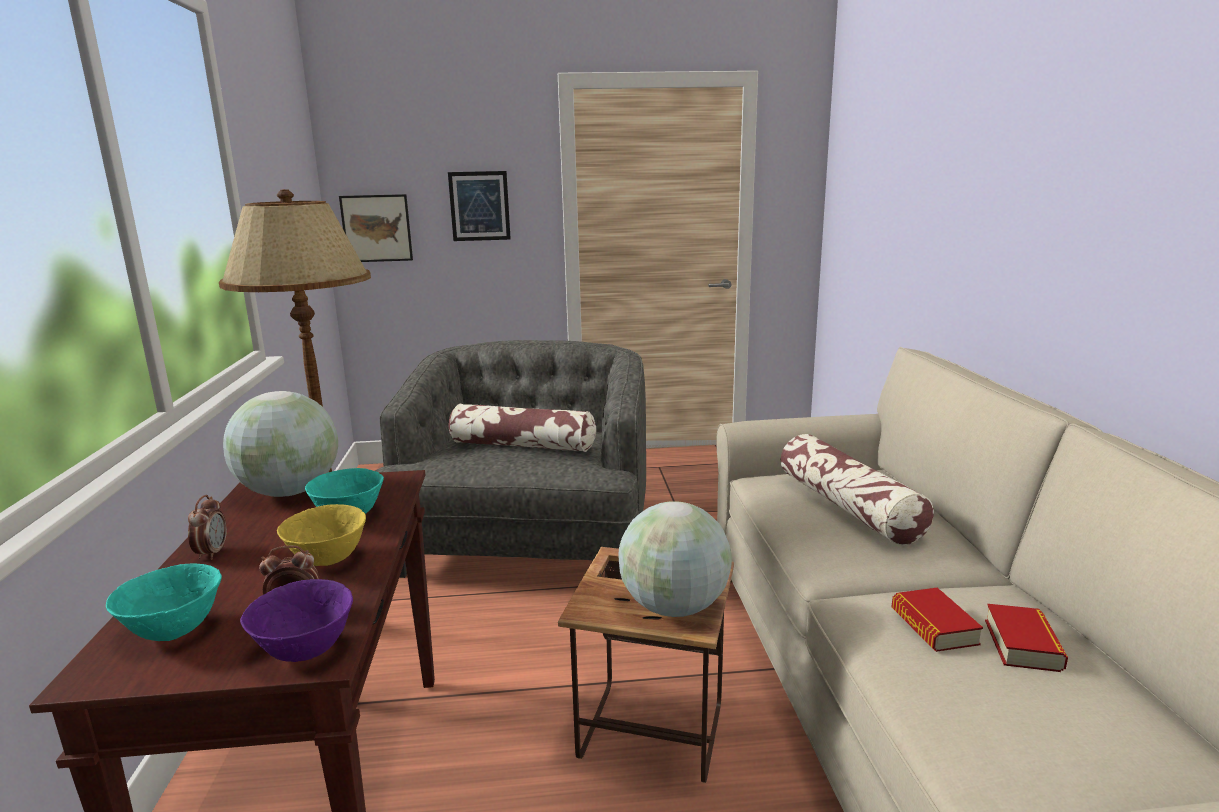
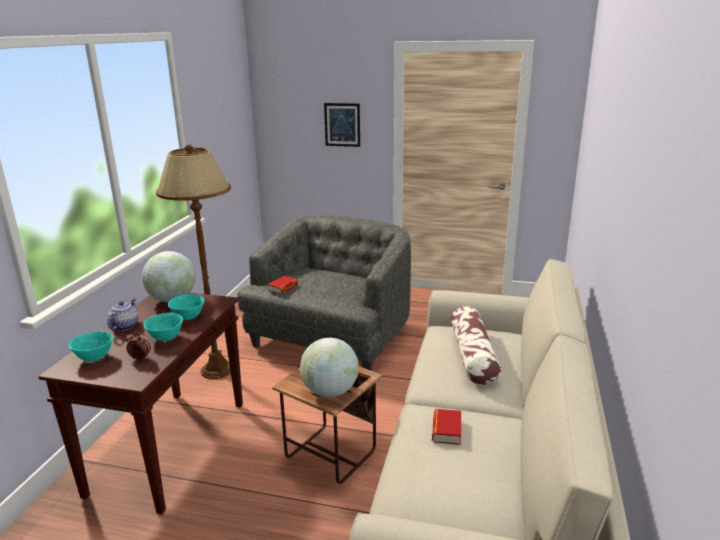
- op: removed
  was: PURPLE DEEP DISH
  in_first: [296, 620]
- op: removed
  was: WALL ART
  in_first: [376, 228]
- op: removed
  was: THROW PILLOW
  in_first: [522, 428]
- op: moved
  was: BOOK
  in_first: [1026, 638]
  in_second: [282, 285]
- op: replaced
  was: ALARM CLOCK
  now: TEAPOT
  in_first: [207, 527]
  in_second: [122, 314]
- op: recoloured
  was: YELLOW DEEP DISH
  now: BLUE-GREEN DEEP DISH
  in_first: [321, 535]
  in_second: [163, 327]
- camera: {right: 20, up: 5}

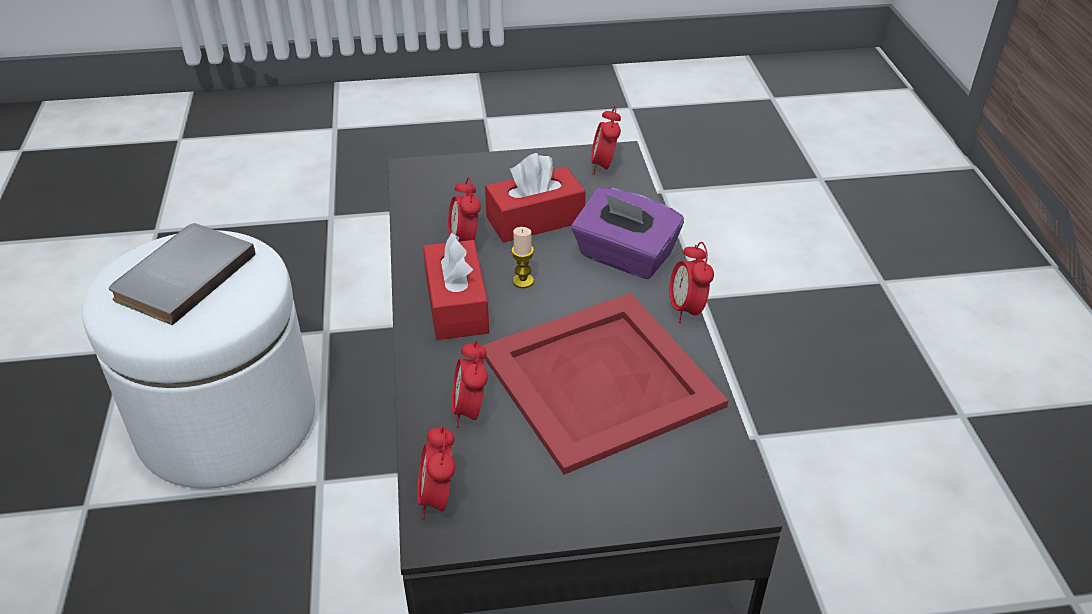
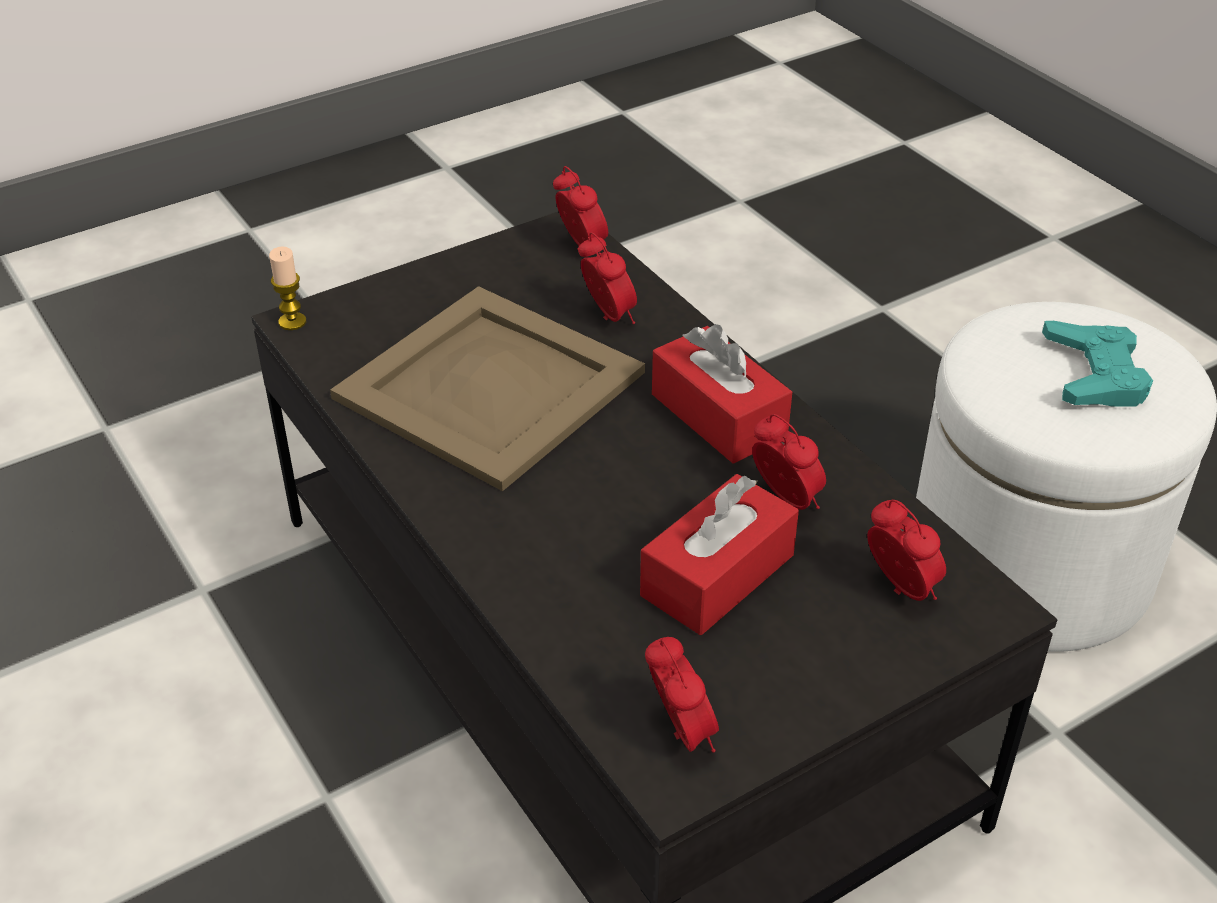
- op: removed
  was: PURPLE BOX OF TISSUES
  in_first: [627, 233]
- op: moved
  was: WAX LIGHT
  in_first: [523, 257]
  in_second: [287, 288]
- op: moved
  was: ALARM CLOCK
  in_first: [691, 282]
  in_second: [906, 550]
- op: replaced
  was: GRAY BOOK
  now: BLUE-GREEN GAME CONTROLLER
  in_first: [182, 274]
  in_second: [1097, 364]
- op: recoloured
  was: REDDISH CARRYING TRAY
  now: BEIGE CARRYING TRAY
  in_first: [604, 384]
  in_second: [487, 388]
- camera: {right: 155, up: 0}

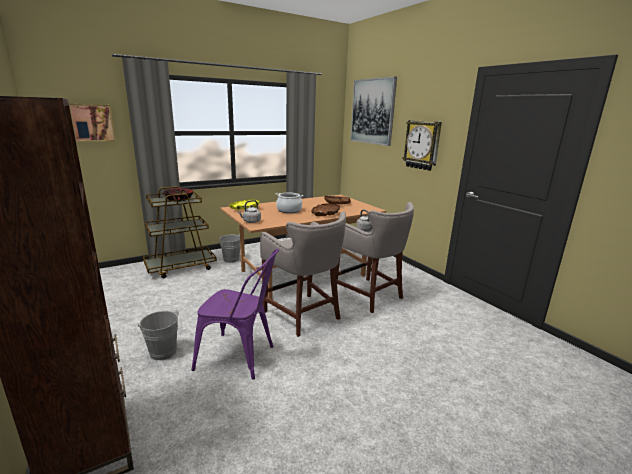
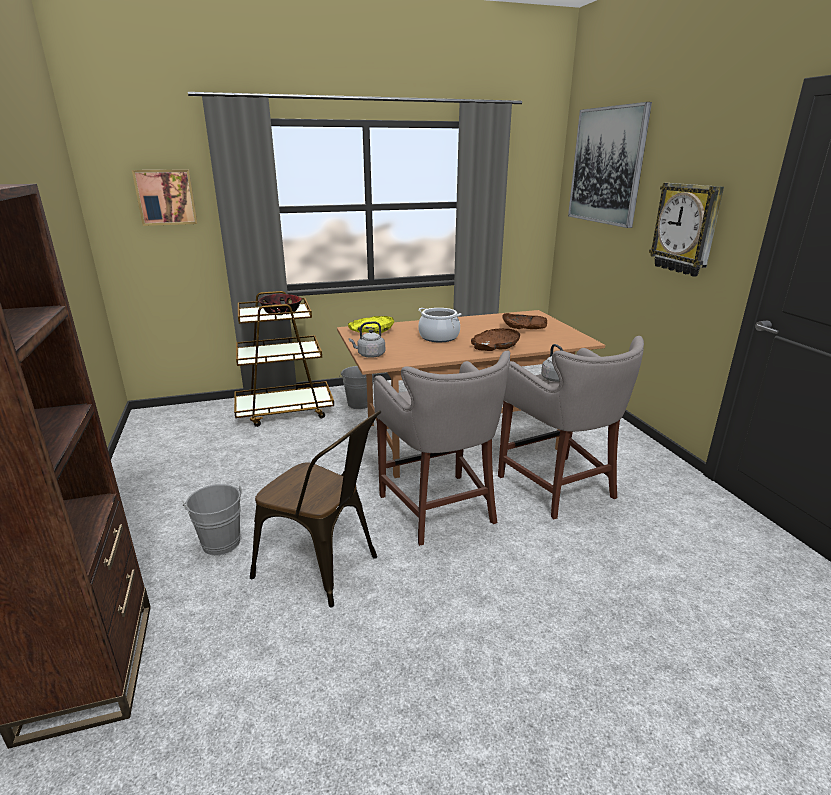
- op: recoloured
  was: PURPLE PLAIN CHAIR
  now: BROWNISH PLAIN CHAIR
  in_first: [235, 314]
  in_second: [315, 509]
- camera: {right: 15, up: 5}

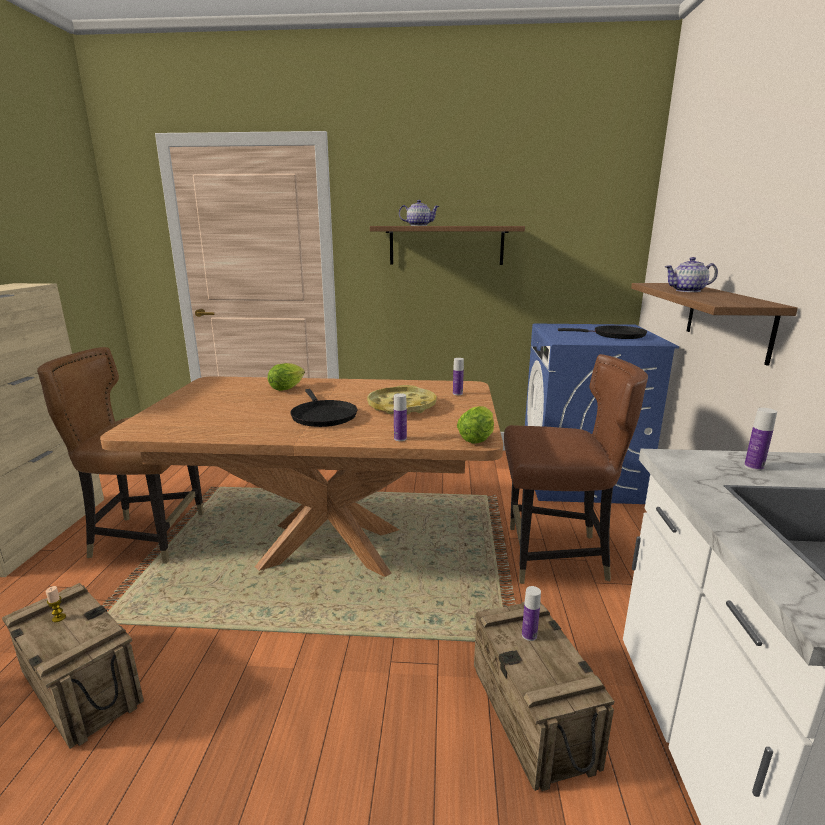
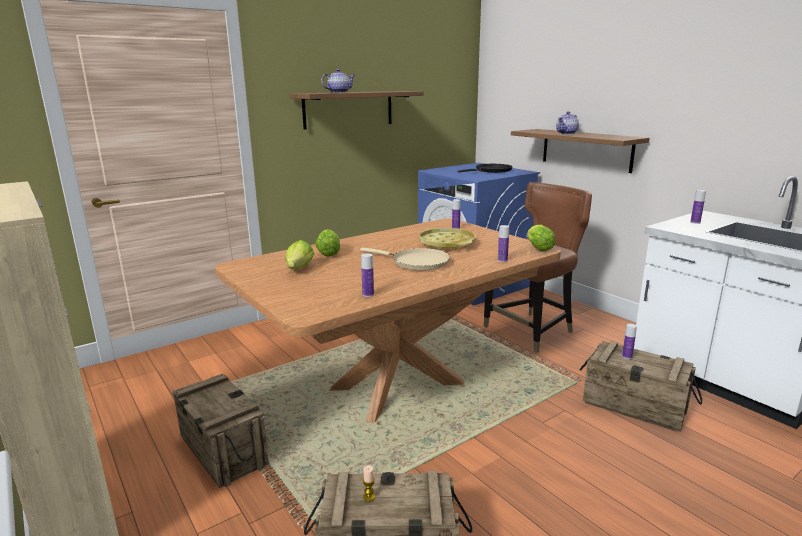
- op: added
  now: LETTUCE
  in_second: [300, 255]
- op: added
  now: DRINK BOTTLE
  in_second: [367, 275]
- op: replaced
  was: BROWNISH PLAIN CHAIR
  now: CRATE
  in_first: [120, 455]
  in_second: [220, 431]
- op: recoloured
  was: BLACK-COLOURED FRYING PAN
  now: BEIGE FRYING PAN
  in_first: [323, 408]
  in_second: [405, 259]
- camera: {right: -40, up: 0}

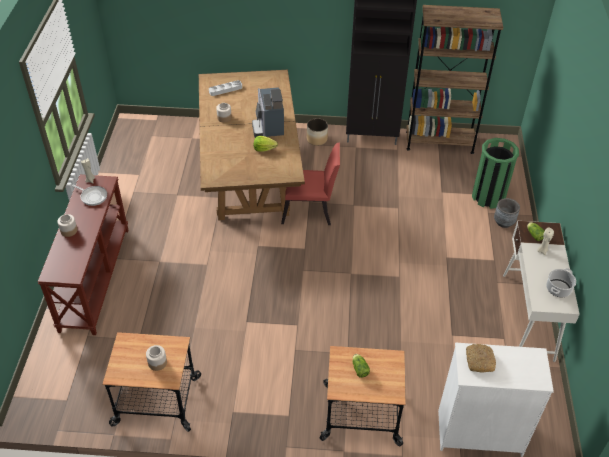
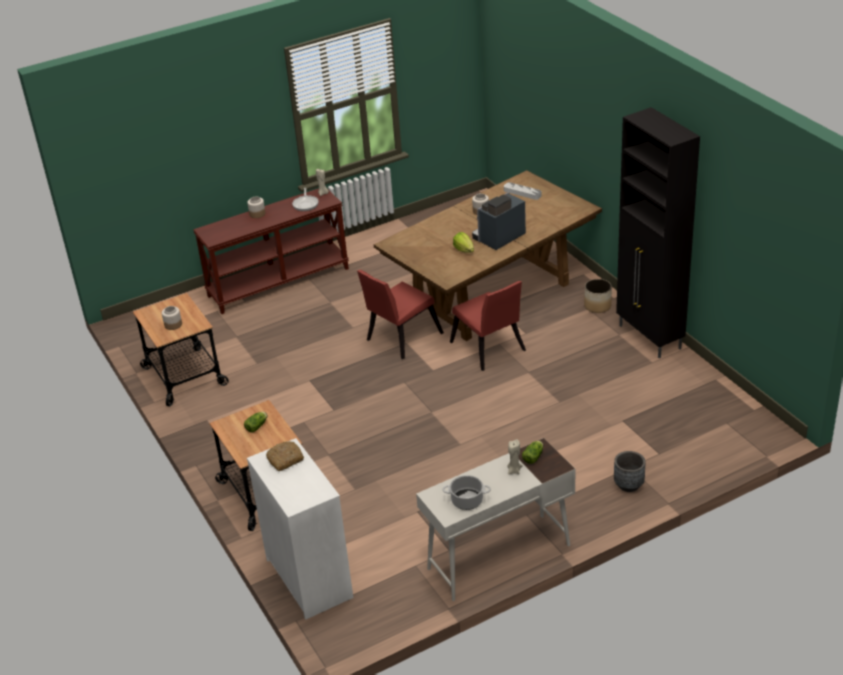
- op: removed
  was: BROWNISH SHELVING UNIT
  in_first: [454, 79]
- op: removed
  was: GREEN TRASH CAN
  in_first: [495, 173]
- op: added
  now: REDDISH PLAIN CHAIR
  in_second: [400, 314]
- camera: {right: 60, up: -10}

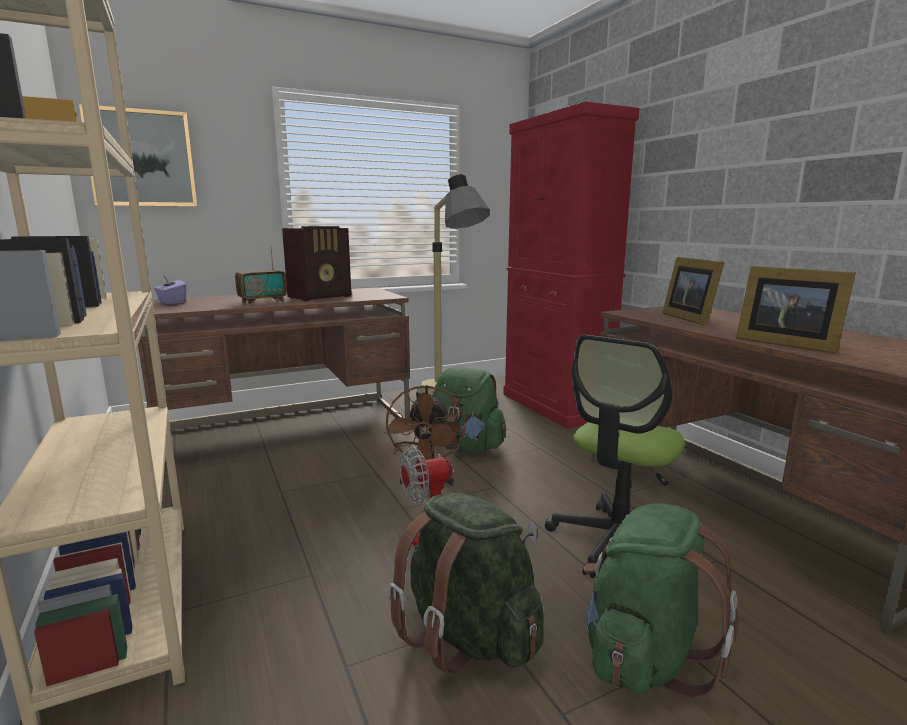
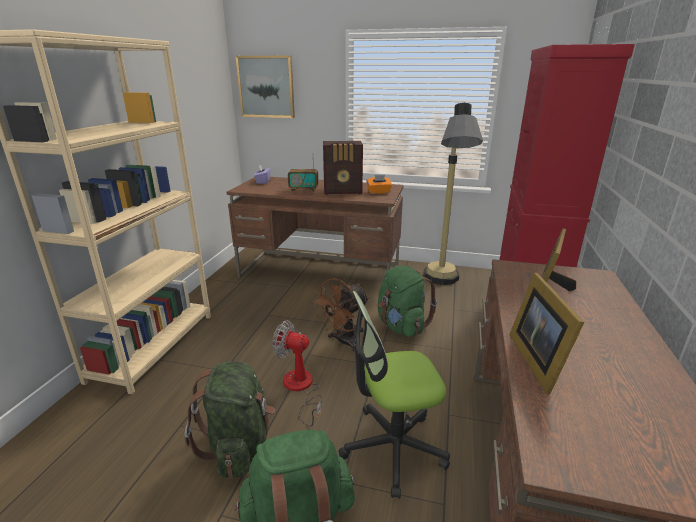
- op: added
  now: ORANGE-COLOURED BOX OF TISSUES
  in_second: [379, 184]
- camera: {right: 40, up: 10}

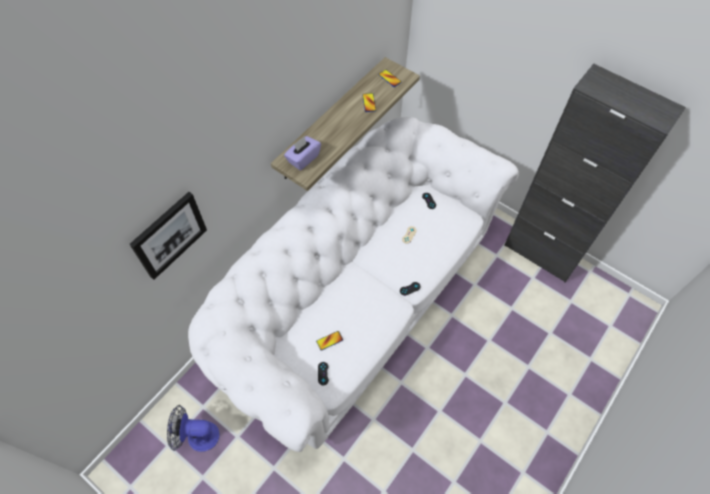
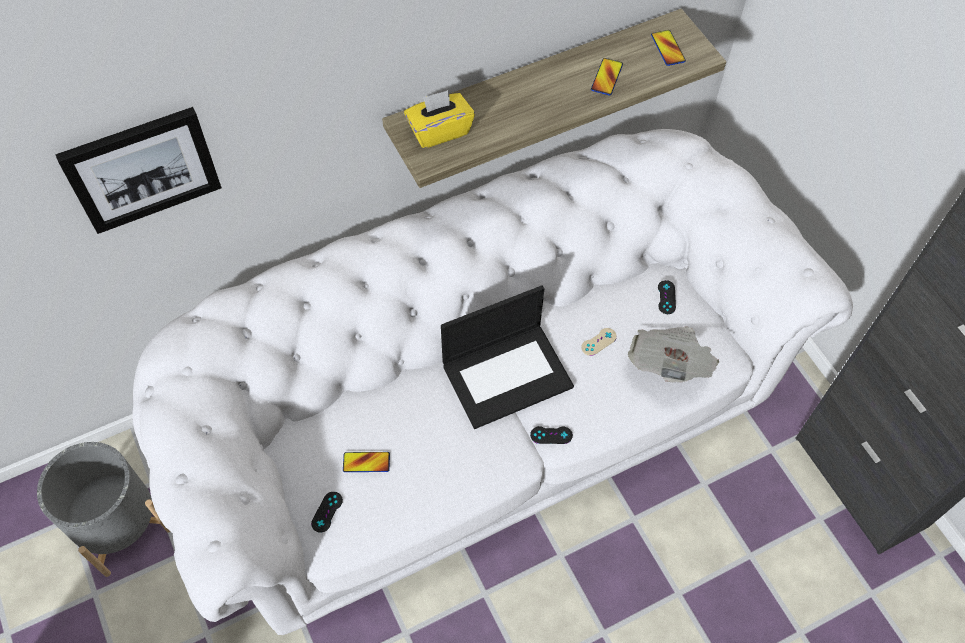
- op: added
  now: NOTEBOOK COMPUTER
  in_second: [507, 357]
- op: added
  now: NEWSPAPER
  in_second: [673, 354]
- op: replaced
  was: FAN
  now: GRAY PLANT POT
  in_first: [193, 428]
  in_second: [104, 509]
- op: recoloured
  was: PURPLE BOX OF TISSUES
  now: YELLOW BOX OF TISSUES
  in_first: [302, 153]
  in_second: [439, 119]
- camera: {right: 25, up: 0}

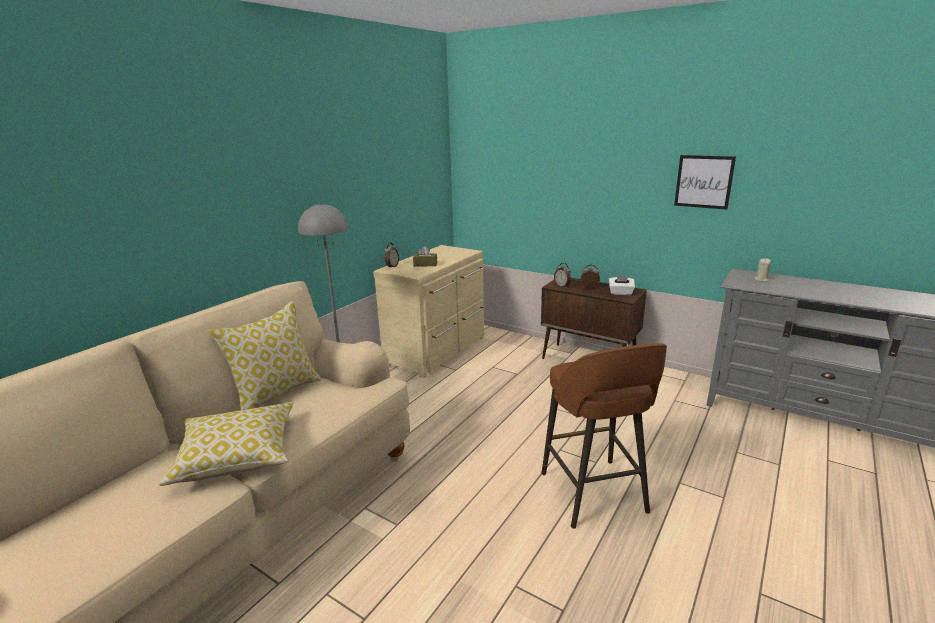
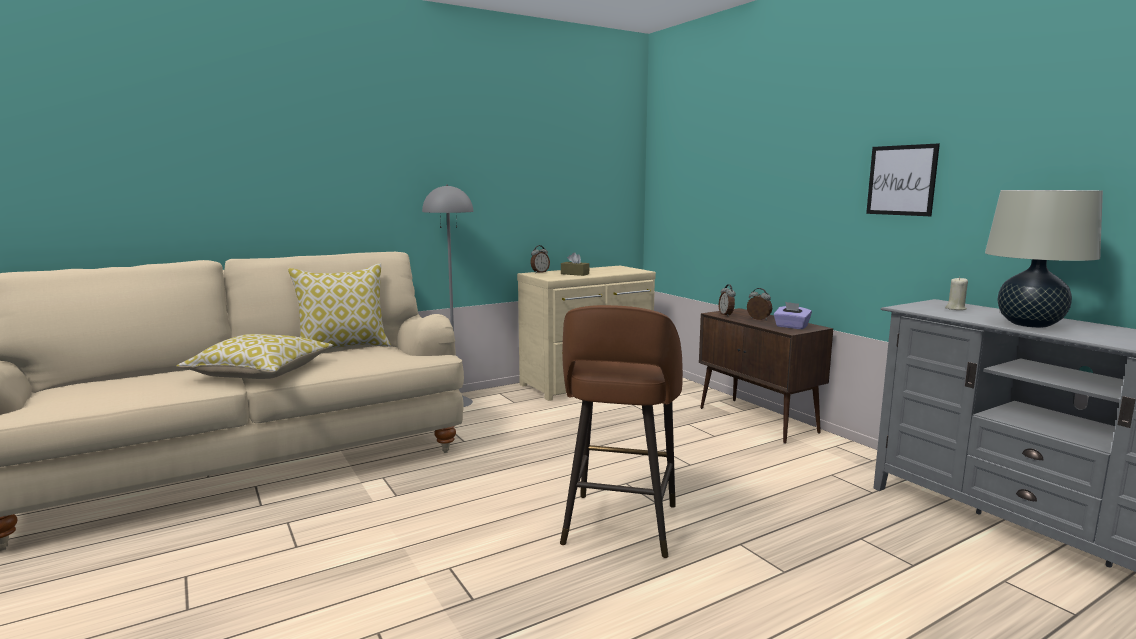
- op: added
  now: BEIGE TABLE LAMP
  in_second: [1044, 259]
- op: recoloured
  was: WHITE BOX OF TISSUES
  now: PURPLE BOX OF TISSUES
  in_first: [622, 285]
  in_second: [793, 315]
- camera: {right: 25, up: -10}

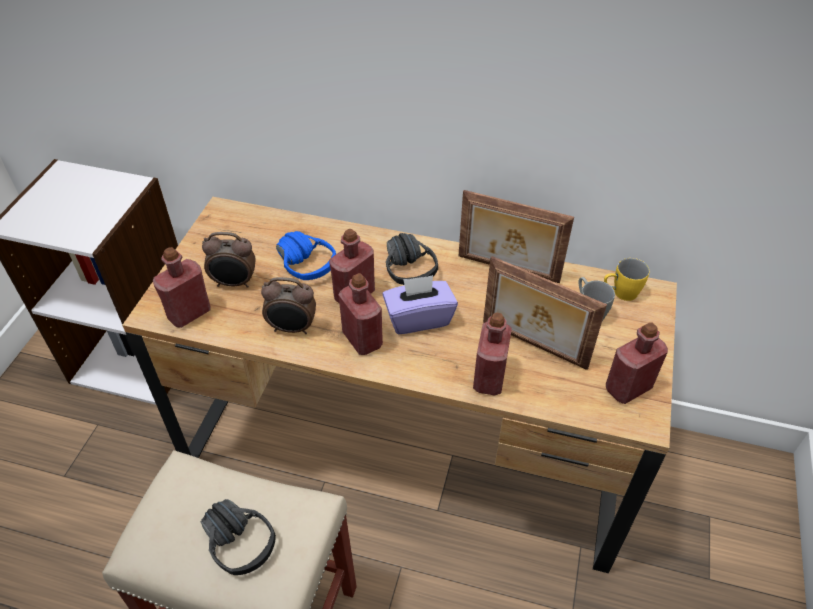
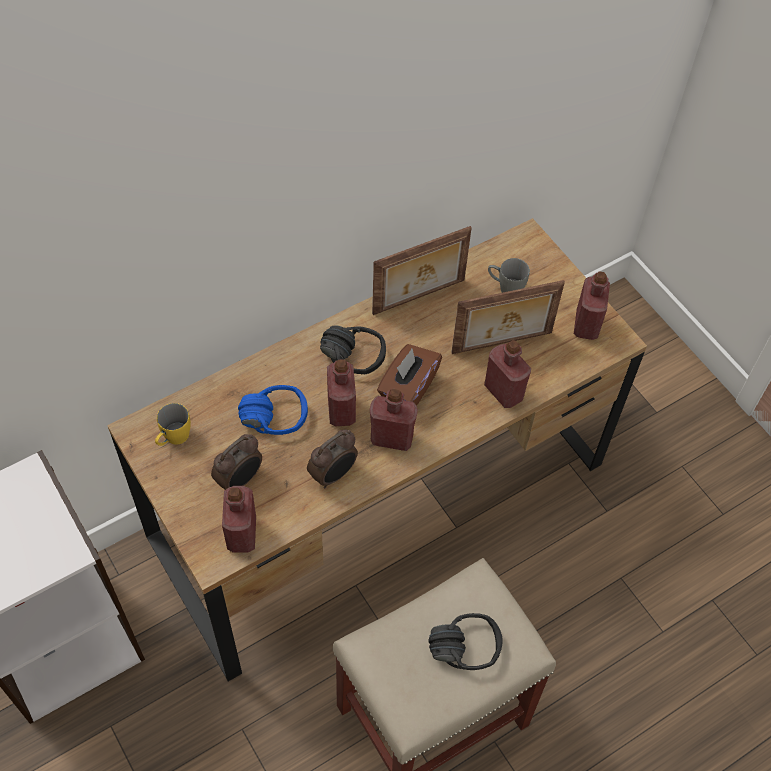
- op: moved
  was: YELLOW COFFEE MUG
  in_first: [627, 279]
  in_second: [173, 424]
- op: recoloured
  was: PURPLE BOX OF TISSUES
  now: BROWNISH BOX OF TISSUES
  in_first: [420, 304]
  in_second: [409, 374]
- camera: {right: -50, up: 10}

